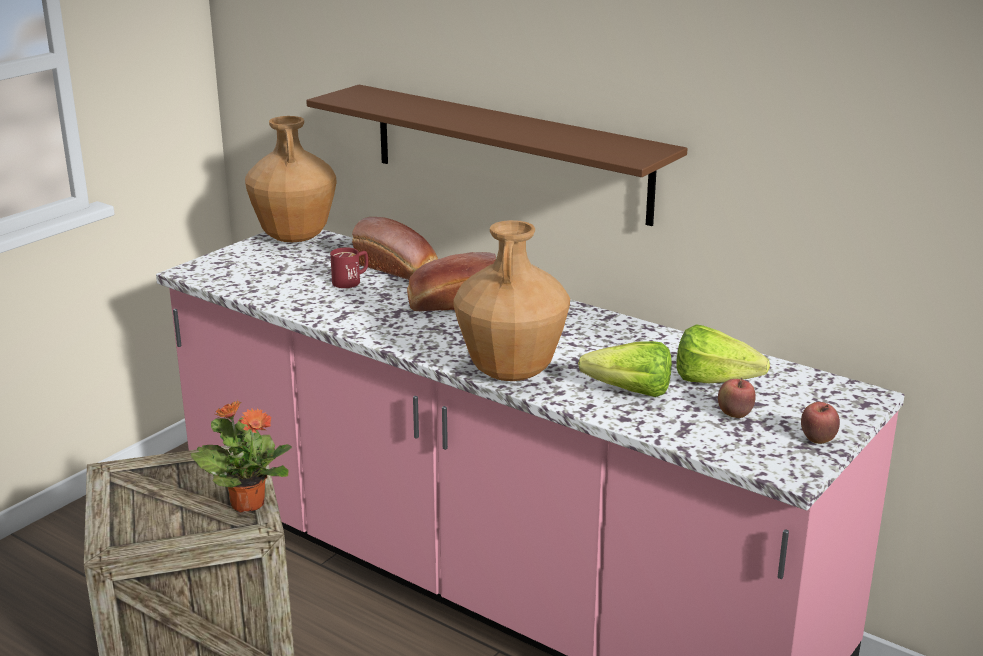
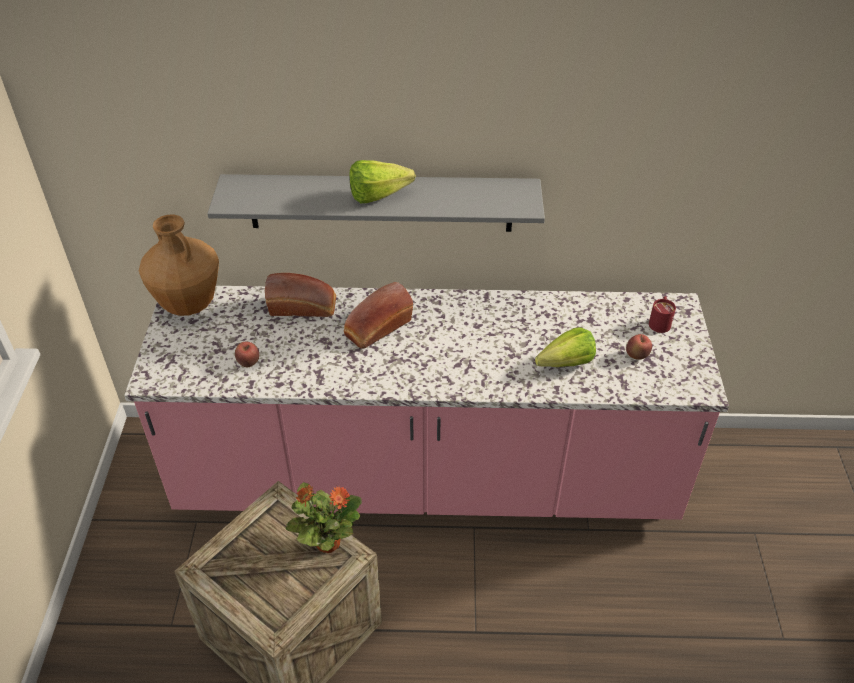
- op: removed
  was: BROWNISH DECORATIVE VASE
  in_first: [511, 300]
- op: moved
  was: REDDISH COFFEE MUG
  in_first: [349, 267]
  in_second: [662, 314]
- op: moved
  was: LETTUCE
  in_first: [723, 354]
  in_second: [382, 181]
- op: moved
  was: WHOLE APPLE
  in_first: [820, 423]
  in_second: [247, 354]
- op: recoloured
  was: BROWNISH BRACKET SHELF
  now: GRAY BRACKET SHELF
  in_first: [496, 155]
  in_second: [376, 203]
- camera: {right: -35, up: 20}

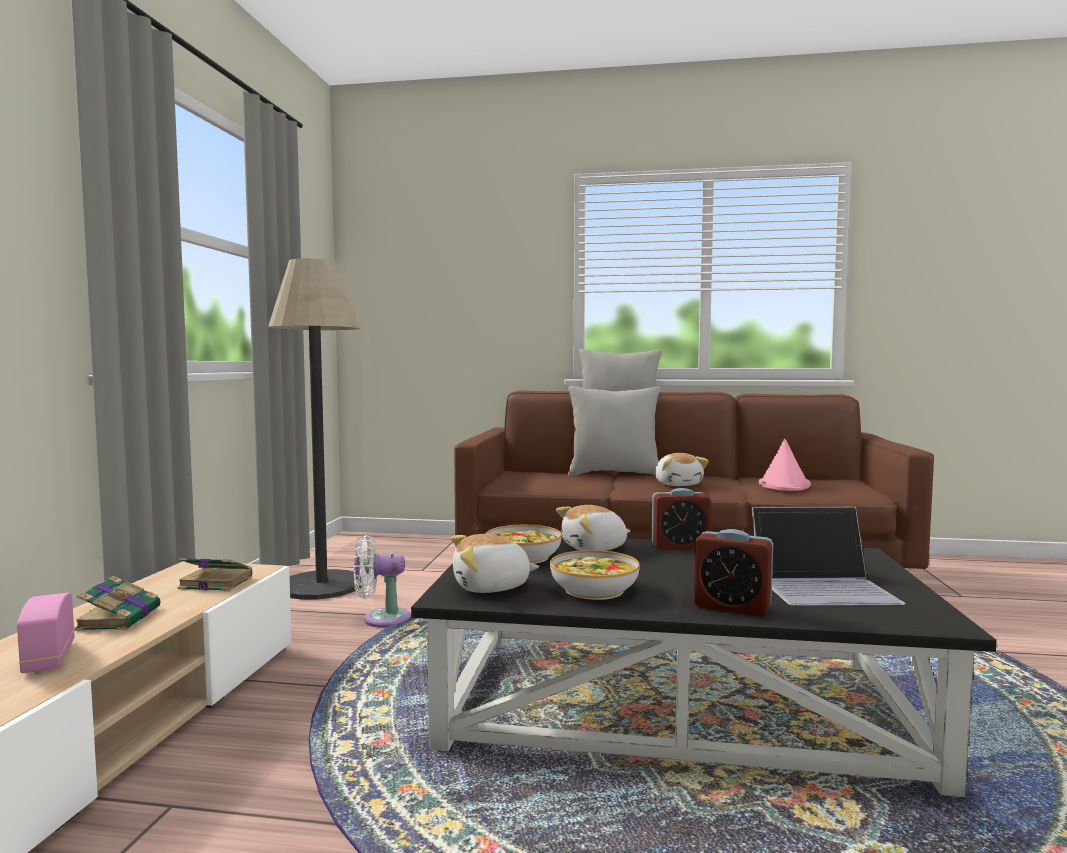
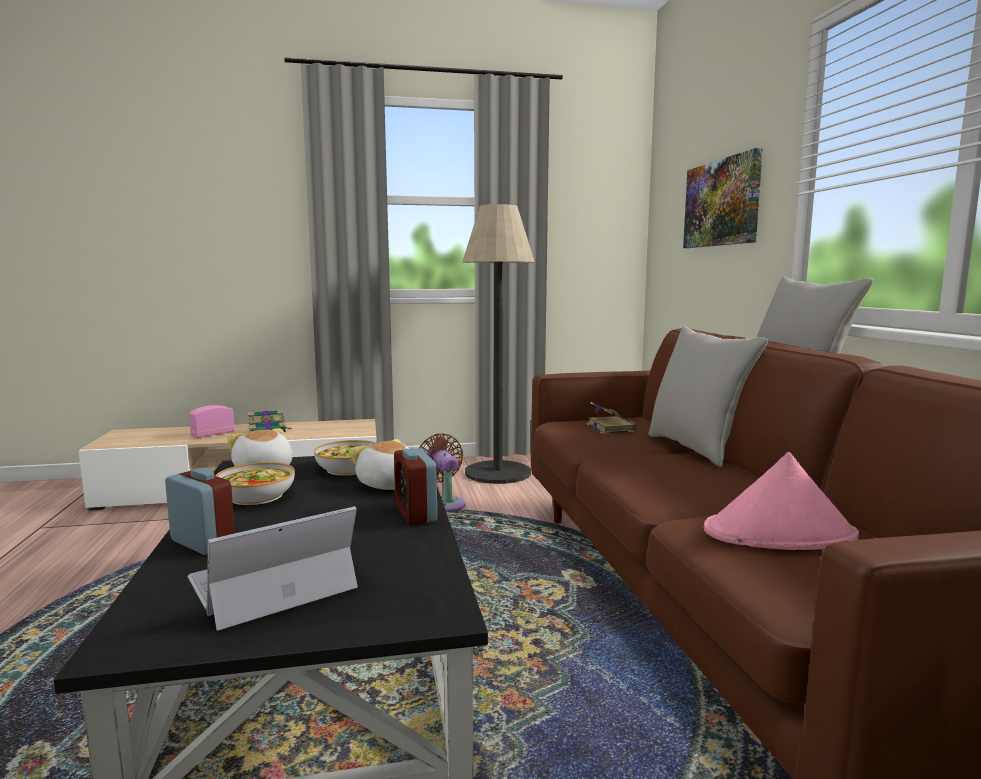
- op: removed
  was: CUDDLY TOY
  in_first: [681, 469]
- op: added
  now: WALL ART
  in_second: [723, 198]
- op: moved
  was: BOOK
  in_first: [215, 574]
  in_second: [612, 418]
- op: recoloured
  was: WHITE FAN
  now: BROWNISH FAN
  in_first: [382, 581]
  in_second: [442, 472]
- op: turned
  was: ALARM CLOCK
  in_first: [733, 572]
  in_second: [200, 511]
  clockwise: 120
- op: turned
  was: NOTEBOOK COMPUTER
  in_first: [829, 556]
  in_second: [272, 568]
  clockwise: 75
- camera: {right: 70, up: 5}

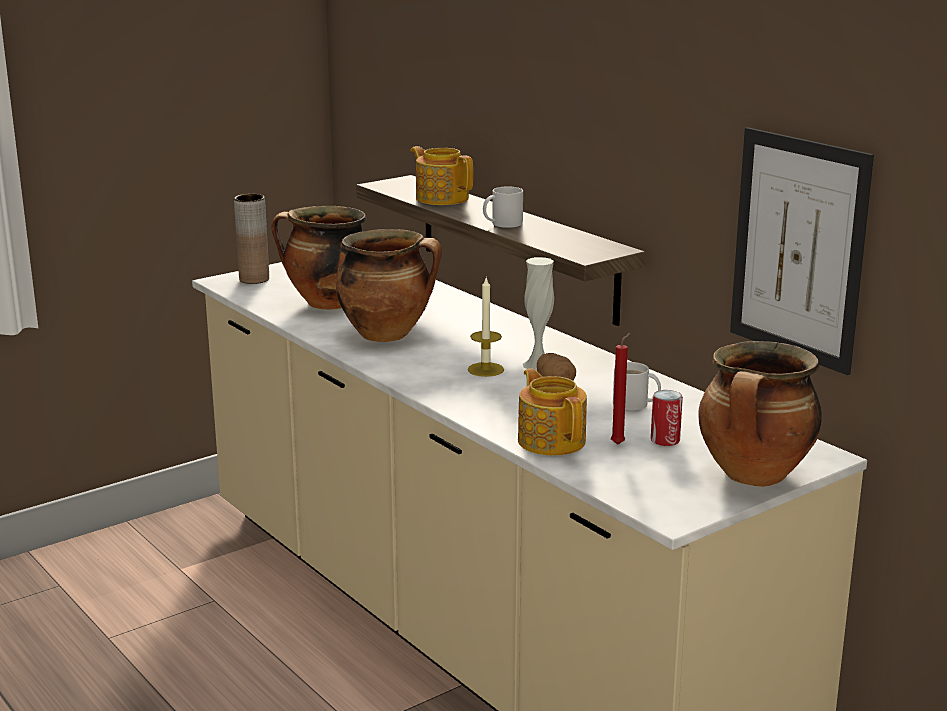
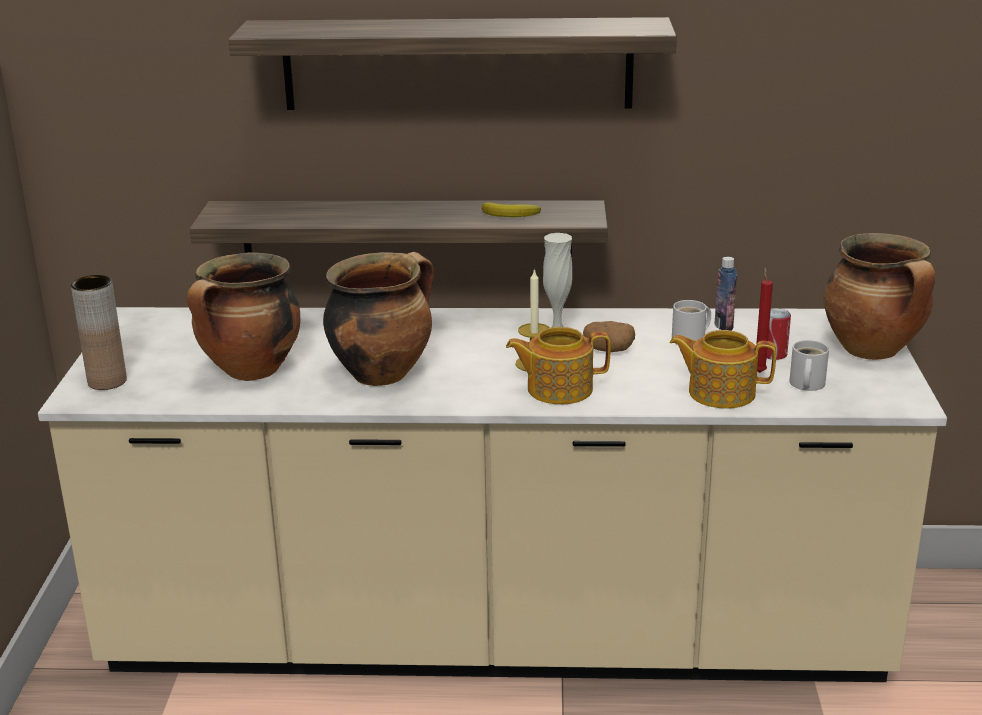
- op: removed
  was: WALL ART
  in_first: [802, 251]
- op: added
  now: BRACKET SHELF
  in_second: [452, 63]
- op: added
  now: WHOLE BANANA
  in_second: [511, 209]
- op: added
  now: DRINK BOTTLE
  in_second: [725, 294]
- op: moved
  was: TEAPOT
  in_first: [441, 175]
  in_second: [558, 365]
- op: moved
  was: WHITE COFFEE MUG
  in_first: [503, 207]
  in_second: [809, 365]
- camera: {right: -50, up: 5}

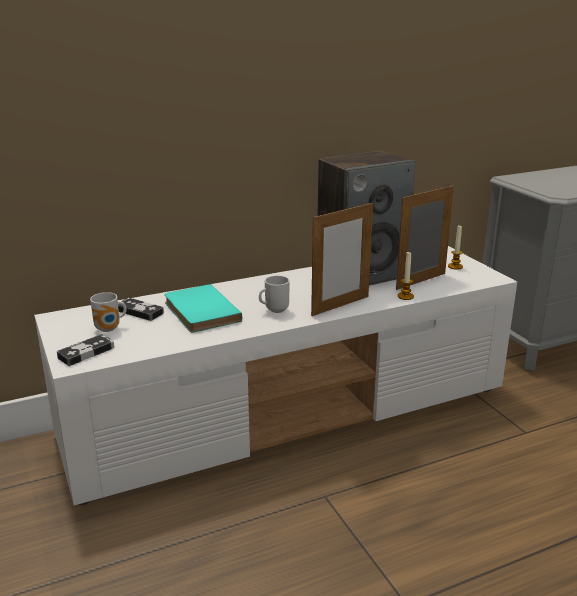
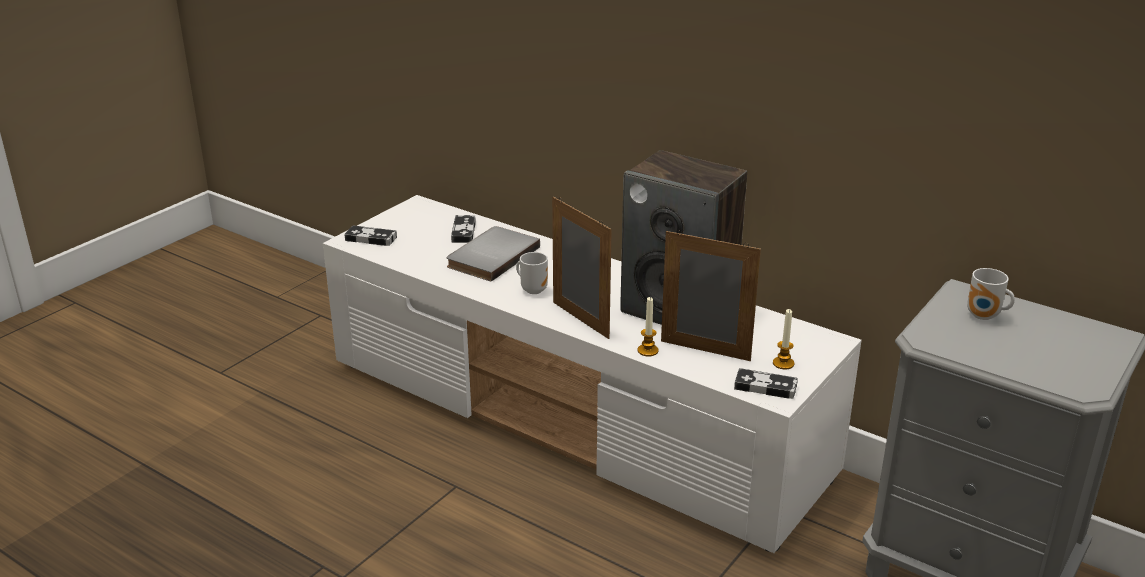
- op: added
  now: GAME CONTROLLER
  in_second: [766, 383]
- op: moved
  was: COFFEE MUG
  in_first: [108, 312]
  in_second: [991, 294]
- op: recoloured
  was: BLUE-GREEN BOOK
  now: GRAY BOOK
  in_first: [203, 308]
  in_second: [493, 254]
- op: turned
  was: PHOTO FRAME
  in_first: [342, 258]
  in_second: [582, 268]
  clockwise: -150
- camera: {right: 60, up: 5}

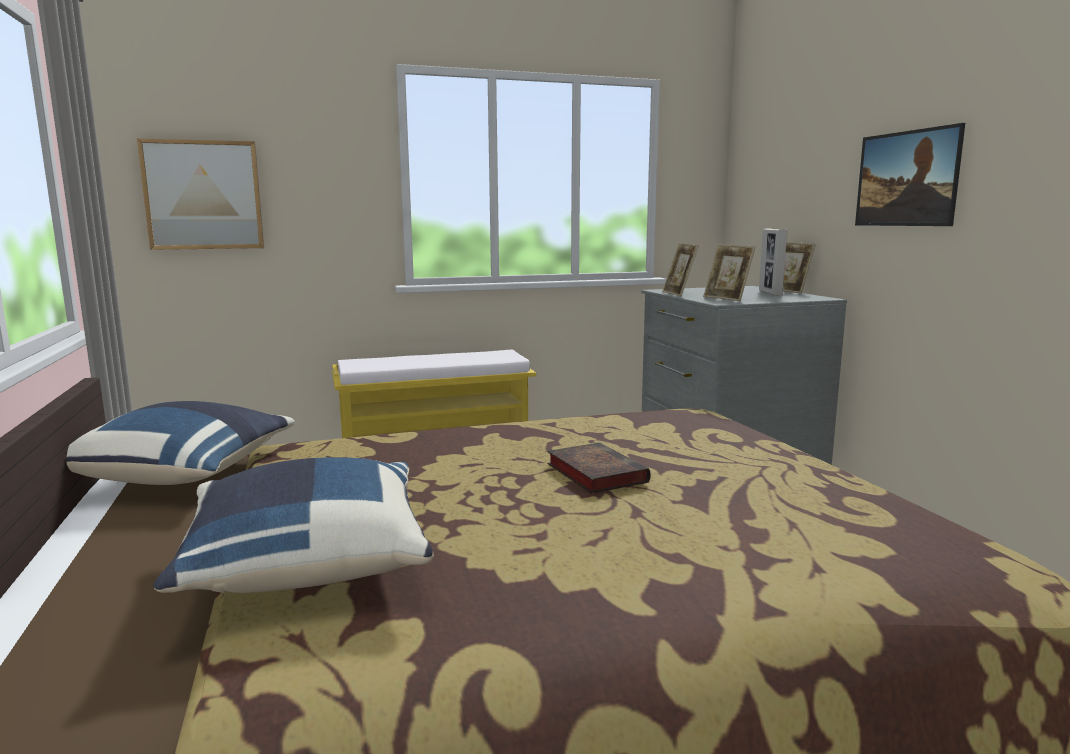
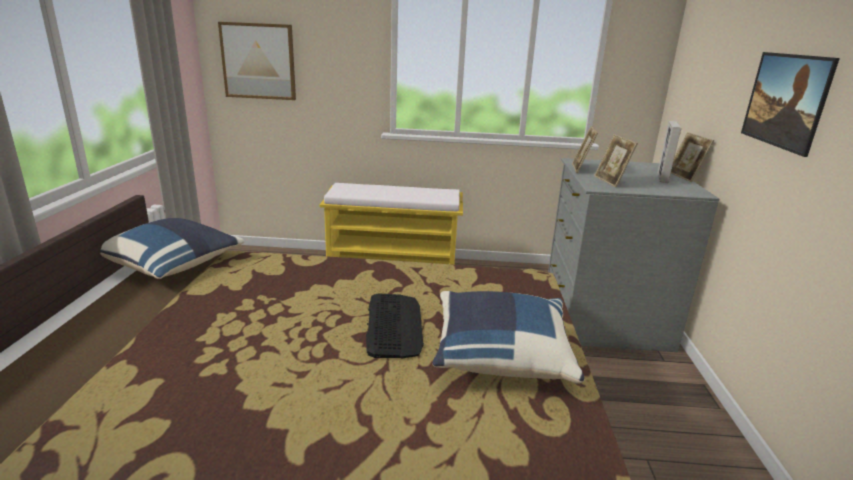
- op: moved
  was: BLUISH THROW PILLOW
  in_first: [294, 525]
  in_second: [508, 337]
- op: replaced
  was: BOOK
  now: KEYBOARD
  in_first: [599, 468]
  in_second: [395, 325]
- camera: {right: 20, up: 10}

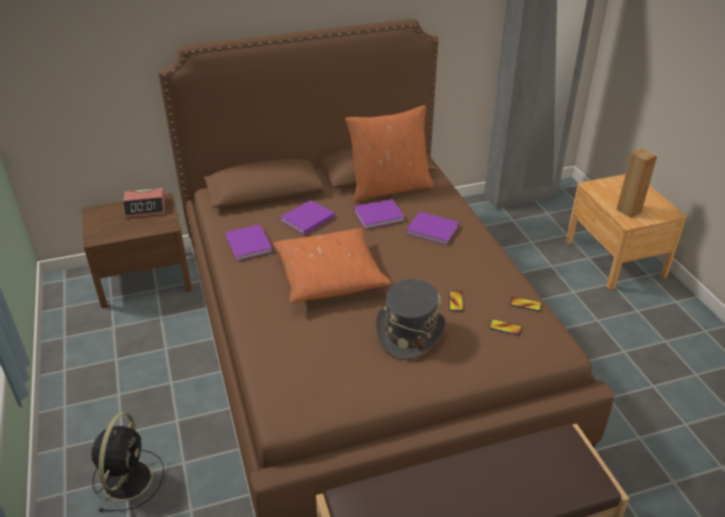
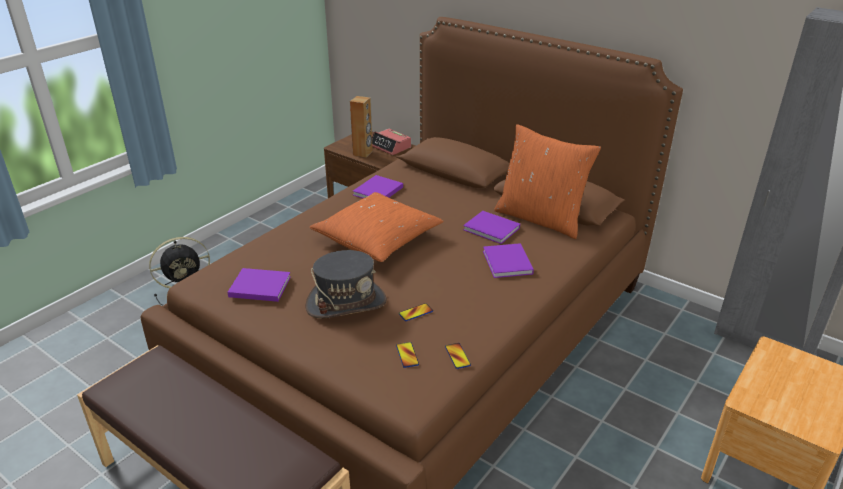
- op: moved
  was: PURPLE BOOK
  in_first: [308, 217]
  in_second: [259, 285]
- op: moved
  was: BROWNISH AUDIO SPEAKER
  in_first: [636, 183]
  in_second: [361, 127]
- camera: {right: 55, up: -5}

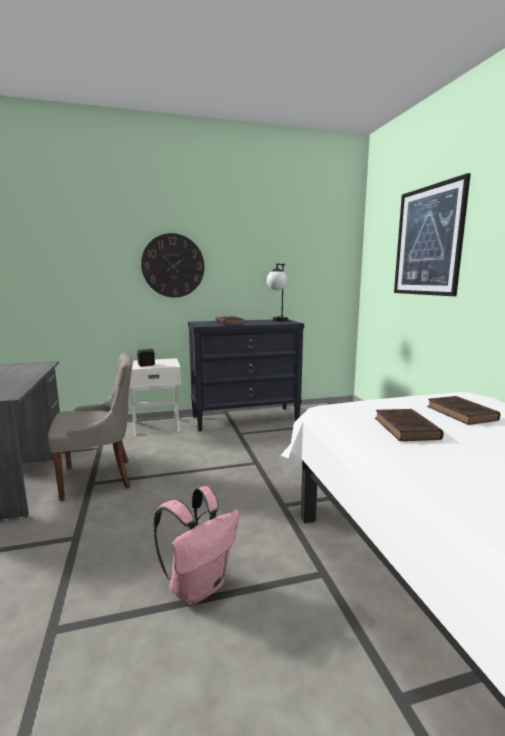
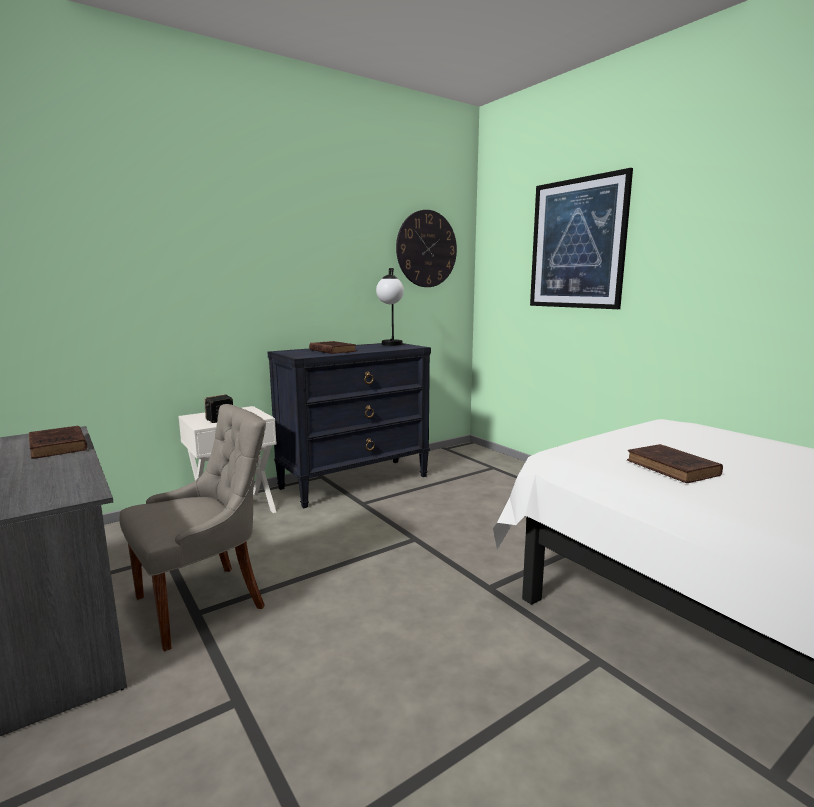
- op: removed
  was: PINK-COLOURED KNAPSACK
  in_first: [196, 545]
- op: moved
  was: WALL CLOCK
  in_first: [173, 265]
  in_second: [426, 248]
- op: moved
  was: BROWNISH BOOK
  in_first: [463, 410]
  in_second: [58, 442]
- camera: {right: -20, up: 0}

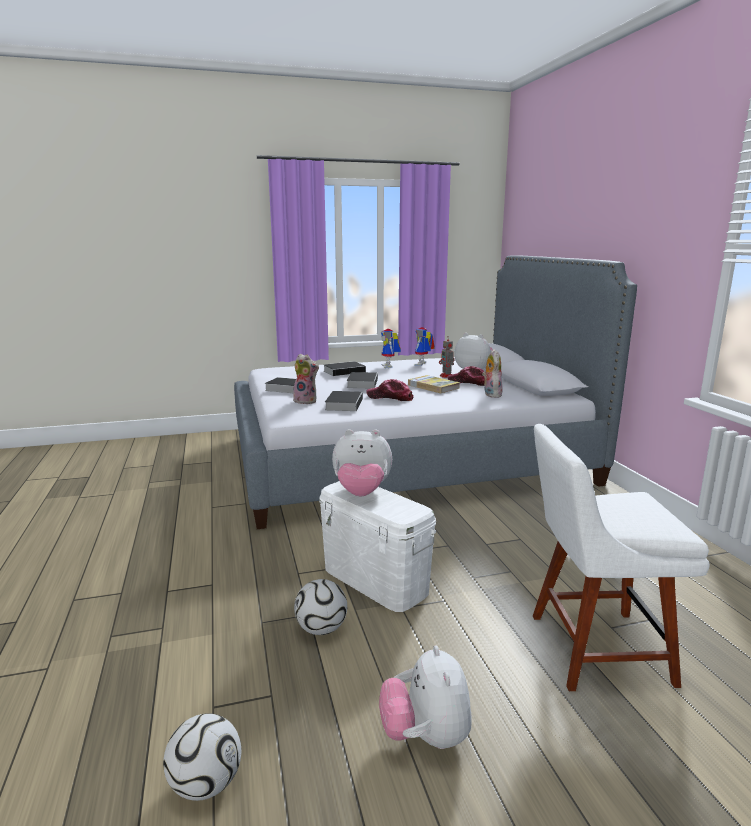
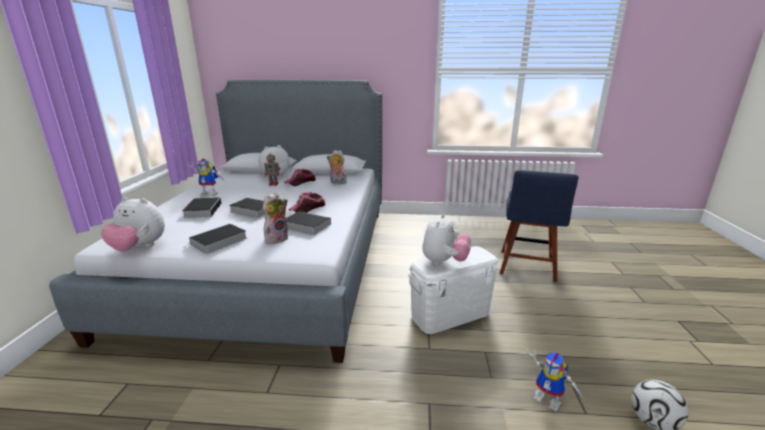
- op: removed
  was: BALL FOR FOOTBALL
  in_first: [320, 607]
- op: removed
  was: BOOK
  in_first: [434, 384]
- op: moved
  was: CUDDLY TOY
  in_first: [425, 697]
  in_second: [133, 224]
- op: moved
  was: ROBOT FIGURE
  in_first: [424, 346]
  in_second: [555, 380]
- op: recoloured
  was: WHITE PLAIN CHAIR
  now: BLUISH PLAIN CHAIR
  in_first: [621, 557]
  in_second: [539, 226]
- camera: {right: -70, up: 5}

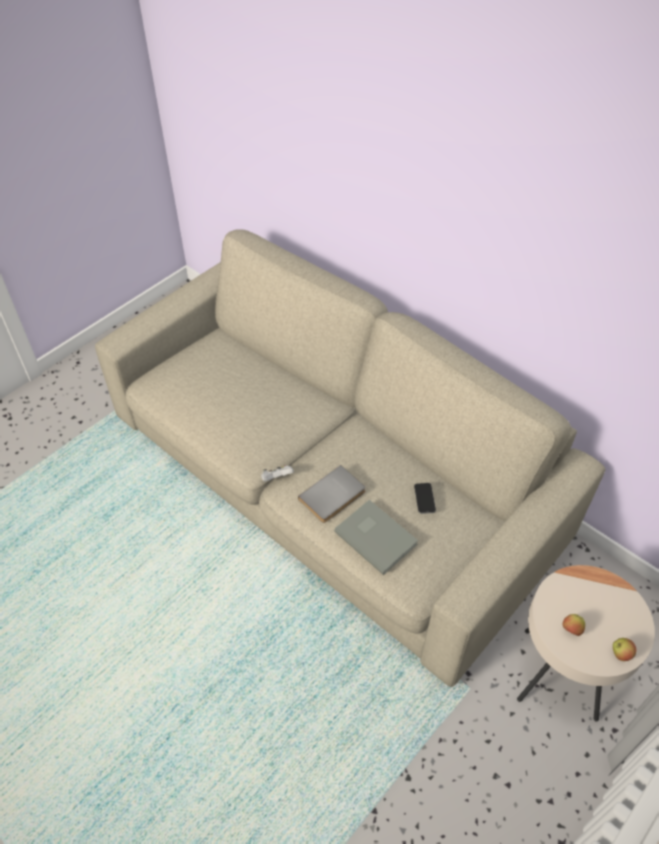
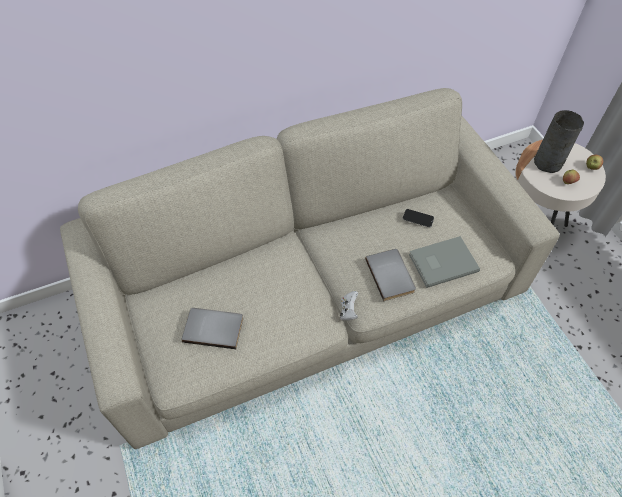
- op: added
  now: GRAY BOOK
  in_second: [212, 328]
- op: added
  now: GRAY DECORATIVE VASE
  in_second: [559, 141]
- camera: {right: -65, up: 5}

